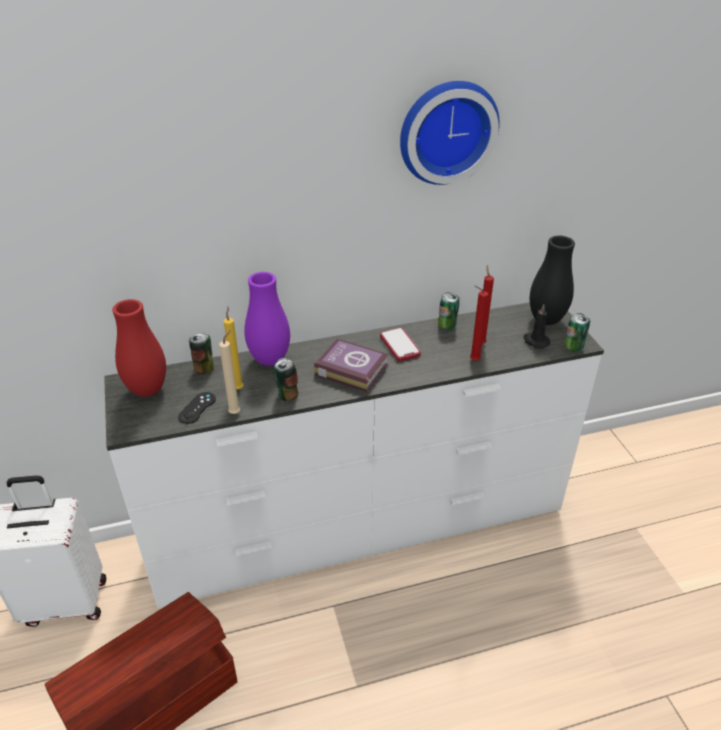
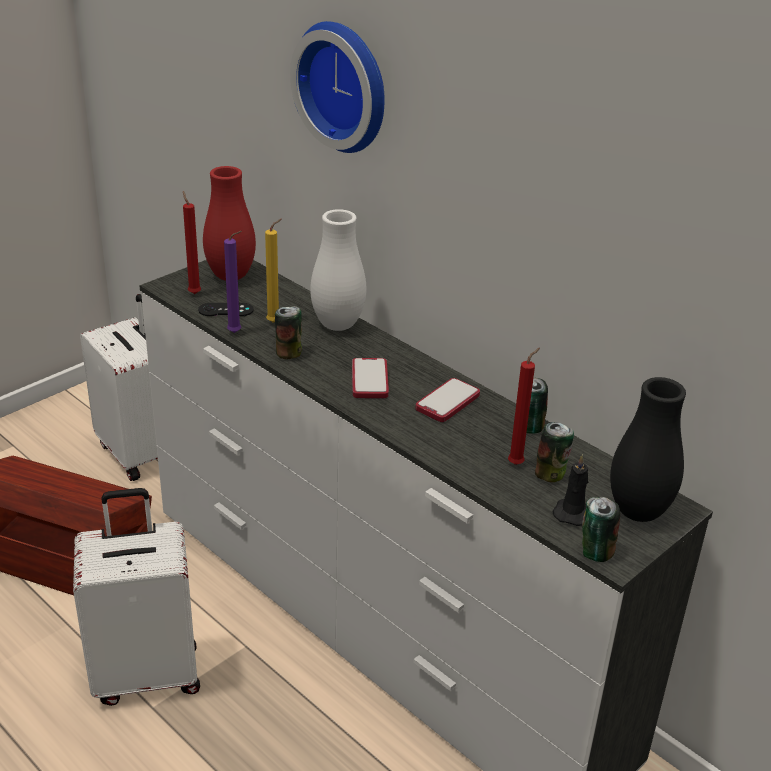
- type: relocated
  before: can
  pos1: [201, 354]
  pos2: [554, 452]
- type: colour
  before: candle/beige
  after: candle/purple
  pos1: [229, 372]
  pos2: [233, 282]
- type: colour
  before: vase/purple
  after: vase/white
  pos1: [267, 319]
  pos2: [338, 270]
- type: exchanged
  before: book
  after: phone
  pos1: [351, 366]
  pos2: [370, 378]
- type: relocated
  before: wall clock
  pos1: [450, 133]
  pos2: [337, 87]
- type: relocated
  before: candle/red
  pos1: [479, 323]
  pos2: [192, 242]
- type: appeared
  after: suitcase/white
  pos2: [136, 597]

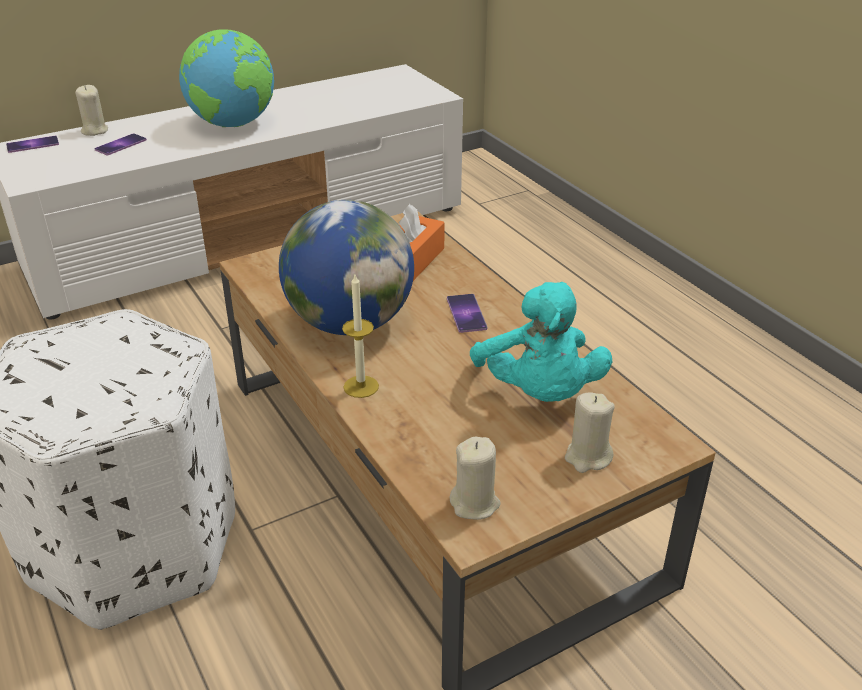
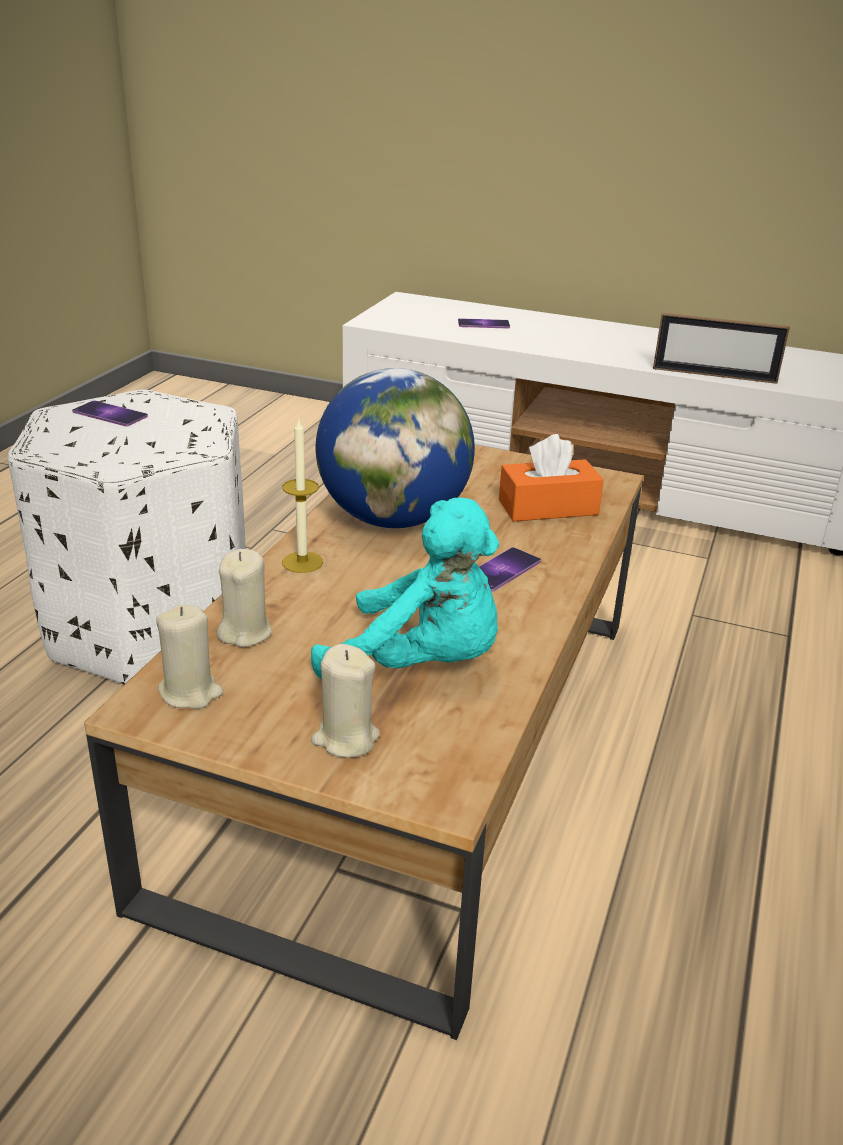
- type: relocated
  before: phone
  pos1: [32, 144]
  pos2: [110, 413]
- type: relocated
  before: candle/beige
  pos1: [91, 110]
  pos2: [244, 598]
- type: missing
  before: globe
  pos1: [226, 78]
- type: spun
  before: plush toy/turquoise
  pos1: [541, 342]
  pos2: [405, 588]
  turn: -105
- type: appeared
  after: picture frame
  pos2: [721, 348]

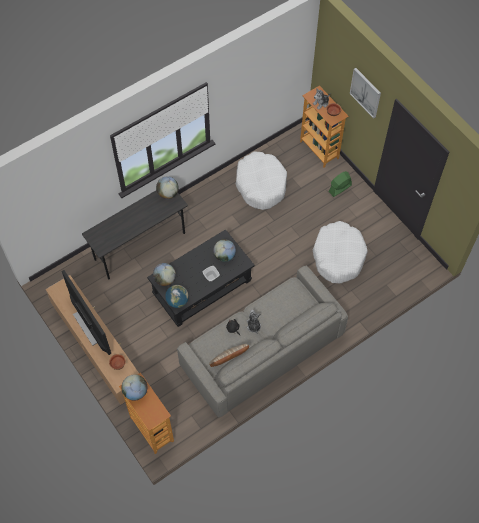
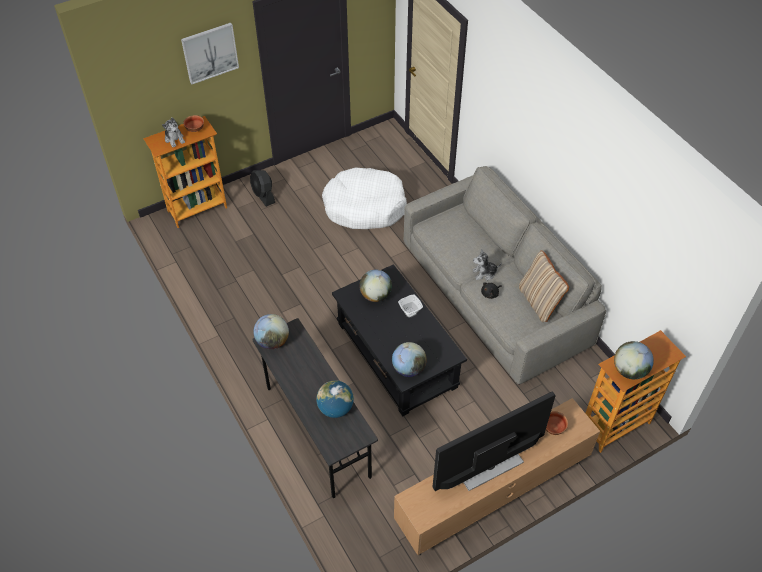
- type: relocated
  before: globe
  pos1: [177, 296]
  pos2: [335, 399]
- type: missing
  before: dog bed/white
  pos1: [261, 180]
- type: colour
  before: fan/green
  after: fan/black
  pos1: [340, 184]
  pos2: [262, 188]

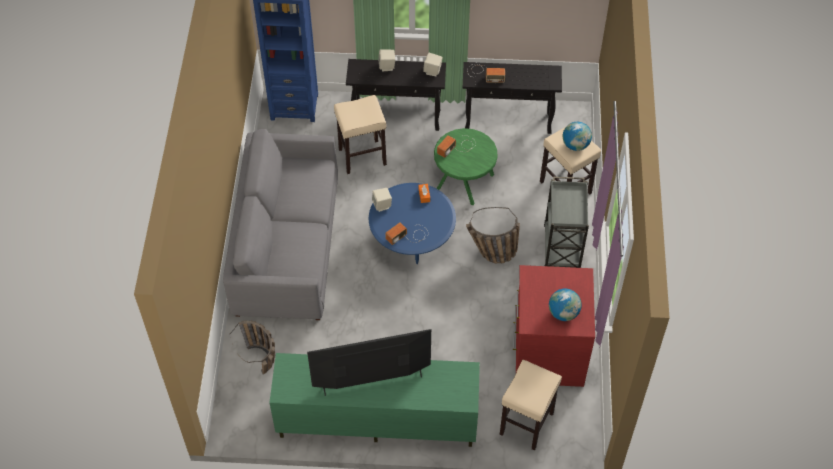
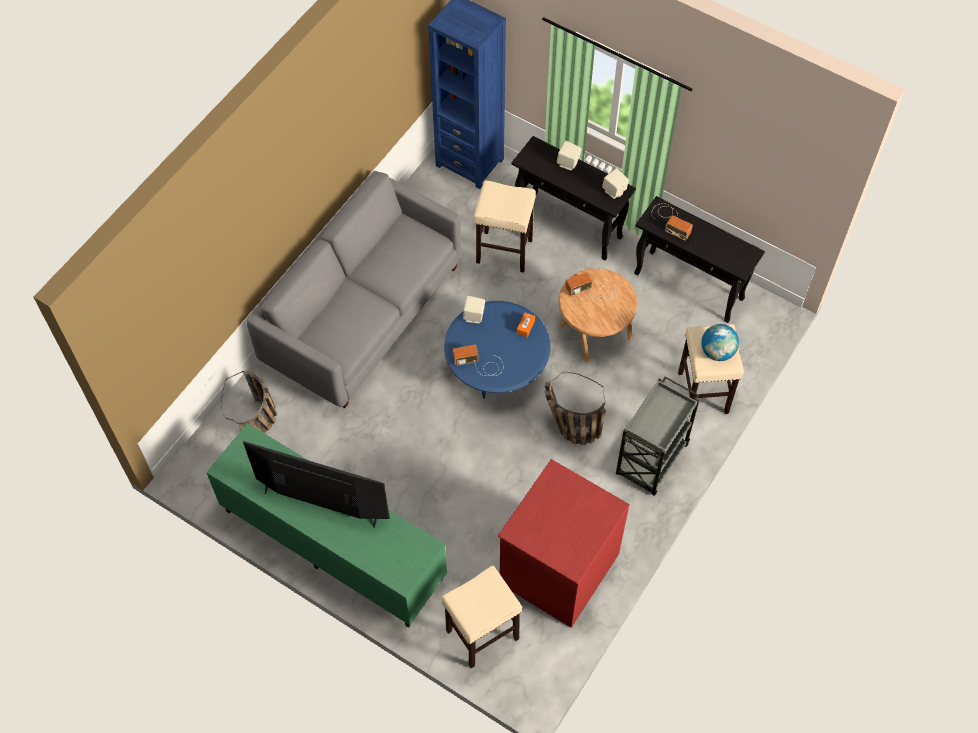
- type: colour
  before: side table/green
  after: side table/brown
  pos1: [466, 166]
  pos2: [598, 315]
- type: missing
  before: globe
  pos1: [565, 304]

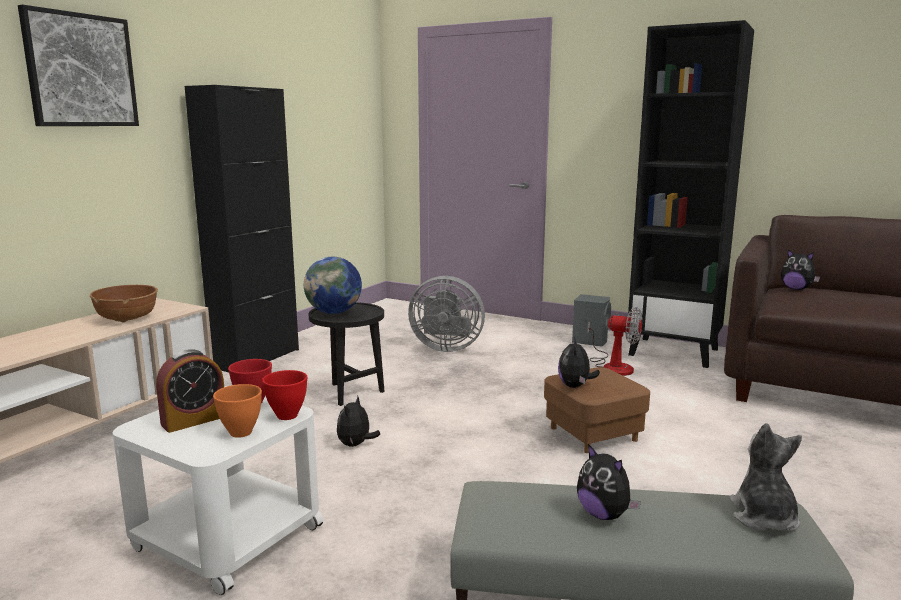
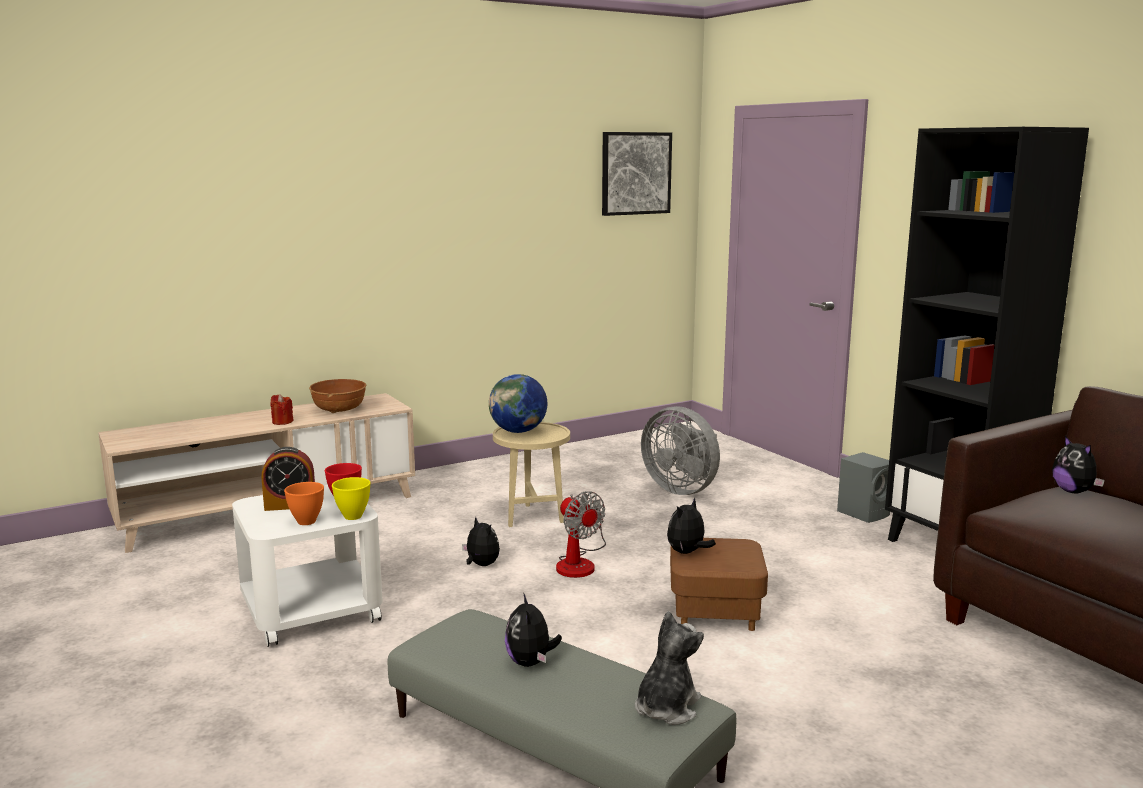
- type: relocated
  before: picture
  pos1: [78, 65]
  pos2: [637, 174]
- type: missing
  before: cabinet/black
  pos1: [242, 228]
- type: colour
  before: bowl/red
  after: bowl/yellow
  pos1: [284, 395]
  pos2: [351, 498]
- type: colour
  before: side table/black
  after: side table/beige
  pos1: [347, 354]
  pos2: [531, 474]
- type: spun
  before: plush toy
  pos1: [358, 421]
  pos2: [481, 541]
  turn: 90
- type: relocated
  before: fan
  pos1: [614, 341]
  pos2: [581, 534]
- type: appeared
  after: candle/red
  pos2: [282, 409]

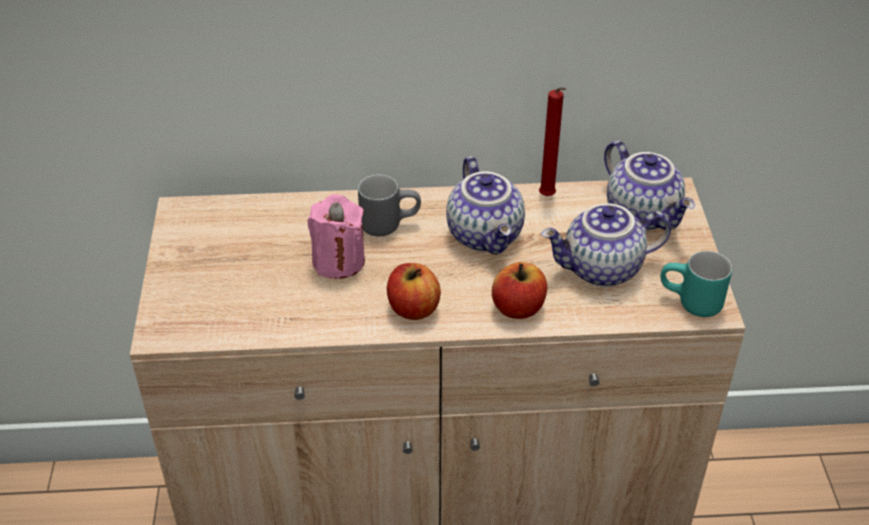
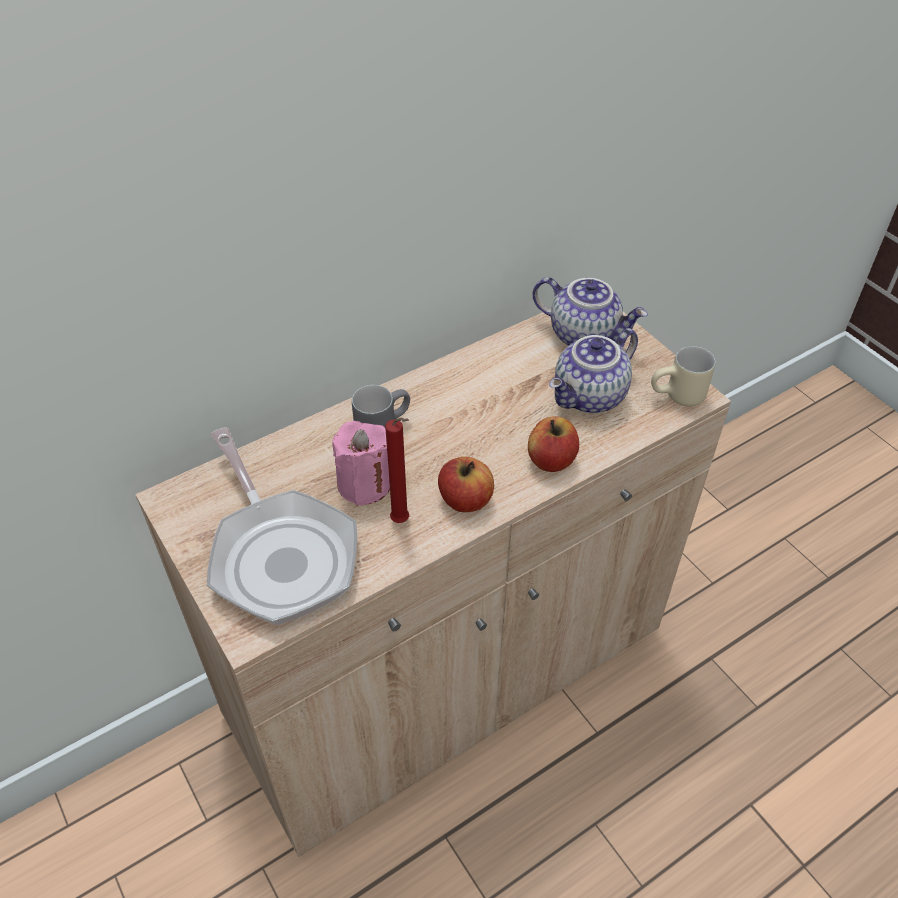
- type: missing
  before: teapot
  pos1: [485, 205]
- type: relocated
  before: candle/red
  pos1: [552, 141]
  pos2: [397, 470]
- type: colour
  before: mug/turquoise
  after: mug/beige
  pos1: [696, 284]
  pos2: [683, 376]
- type: appeared
  after: frying pan
  pos2: [282, 526]

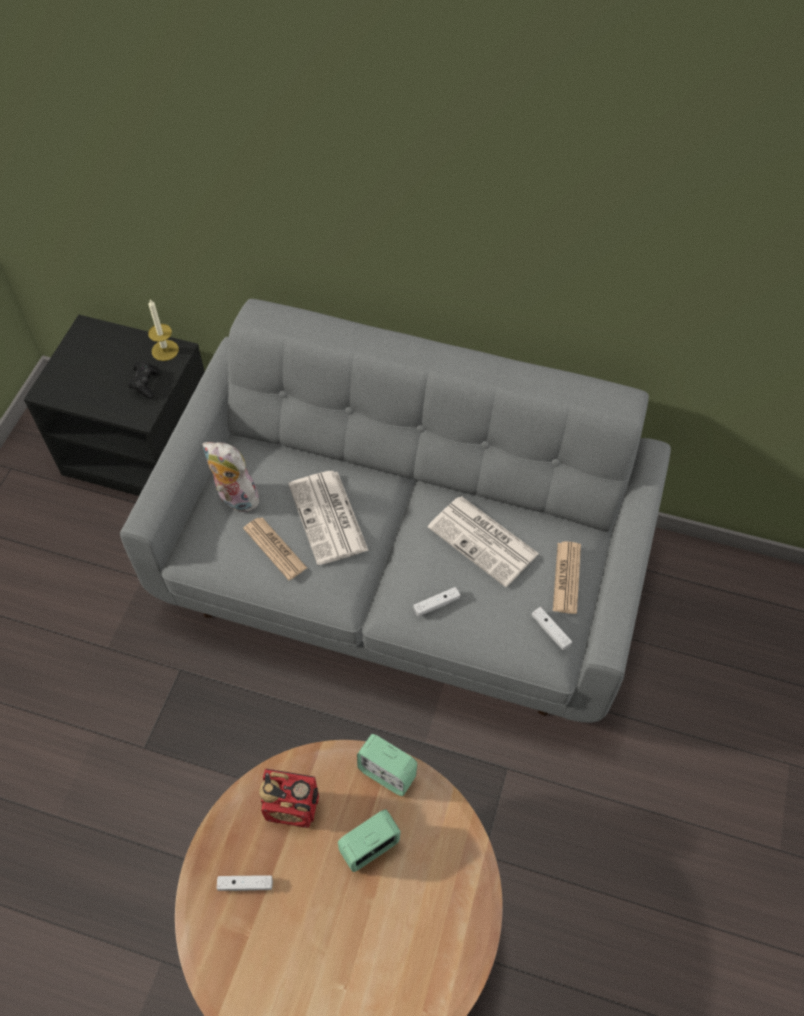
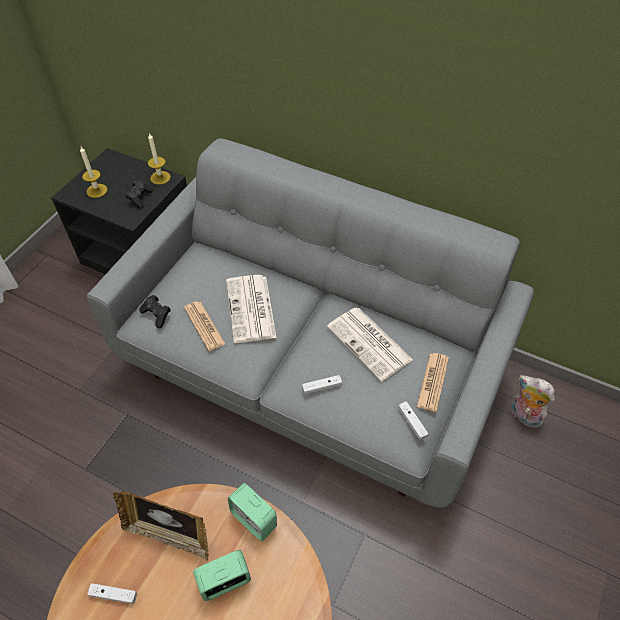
- type: relocated
  before: plush toy
  pos1: [232, 477]
  pos2: [533, 401]
- type: exchanged
  before: radio
  after: picture frame
  pos1: [289, 798]
  pos2: [161, 526]
- type: appeared
  after: candle
  pos2: [93, 172]
- type: appeared
  after: game controller/black
  pos2: [155, 311]

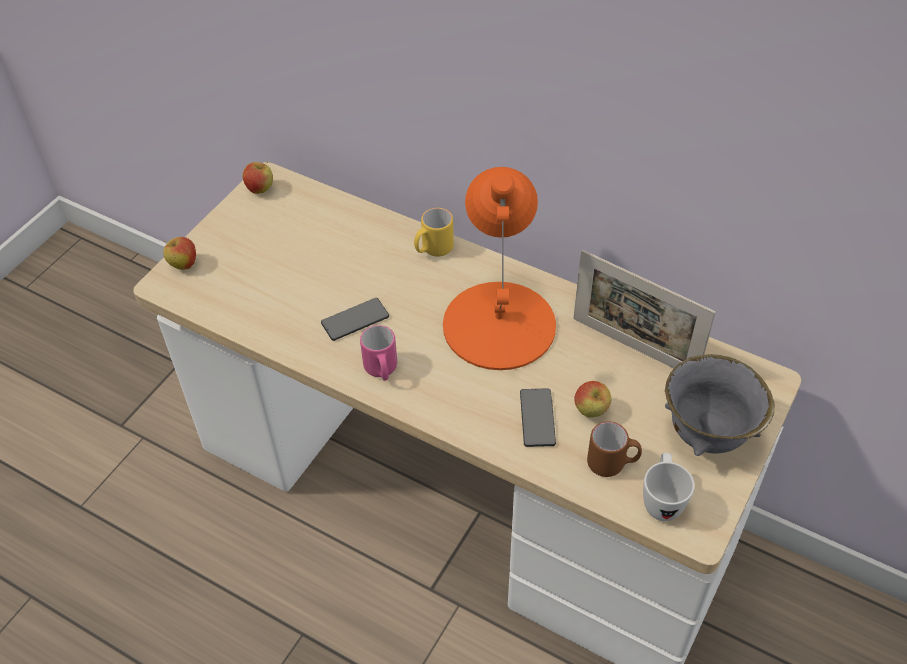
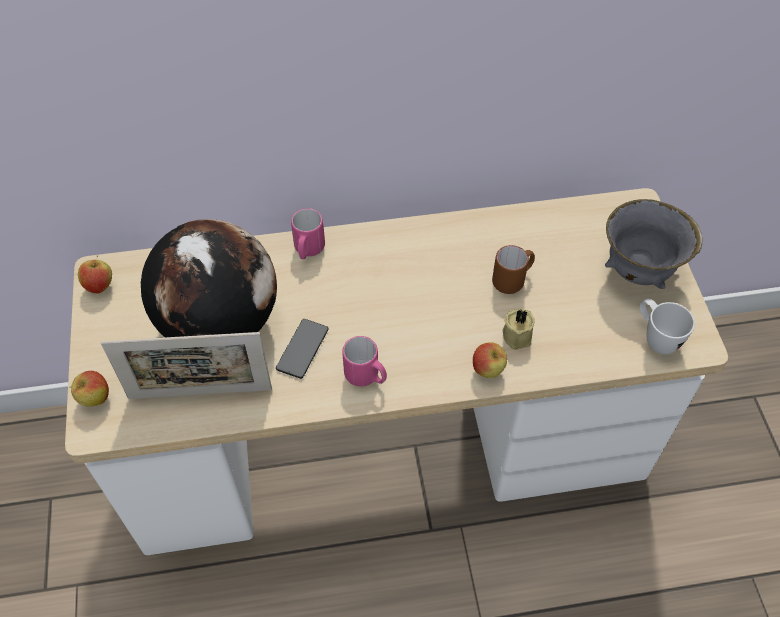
- type: colour
  before: mug/yellow
  after: mug/pink
  pos1: [434, 232]
  pos2: [308, 233]
- type: missing
  before: table lamp/orange
  pos1: [499, 268]
- type: exchanged
  before: phone
  after: candle/beige
  pos1: [538, 417]
  pos2: [519, 329]
- type: relocated
  before: picture frame
  pos1: [644, 309]
  pos2: [186, 365]
- type: relocated
  before: apple
  pos1: [593, 399]
  pos2: [490, 360]
- type: relocated
  before: mug/brown
  pos1: [614, 449]
  pos2: [513, 269]
- type: appeared
  after: globe
  pos2: [209, 278]

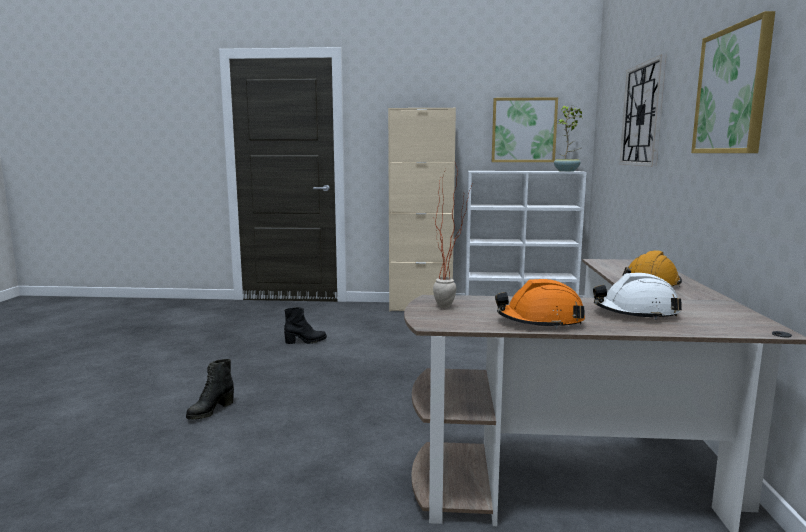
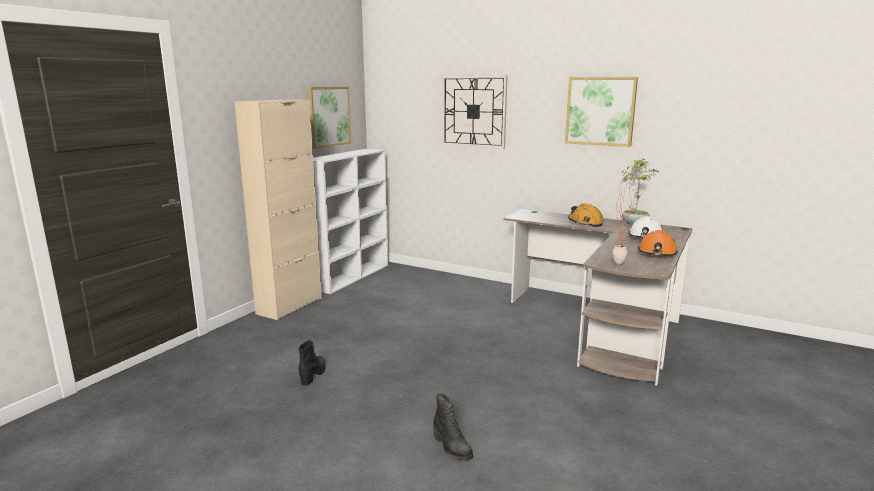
- type: relocated
  before: potted plant
  pos1: [568, 139]
  pos2: [640, 192]

